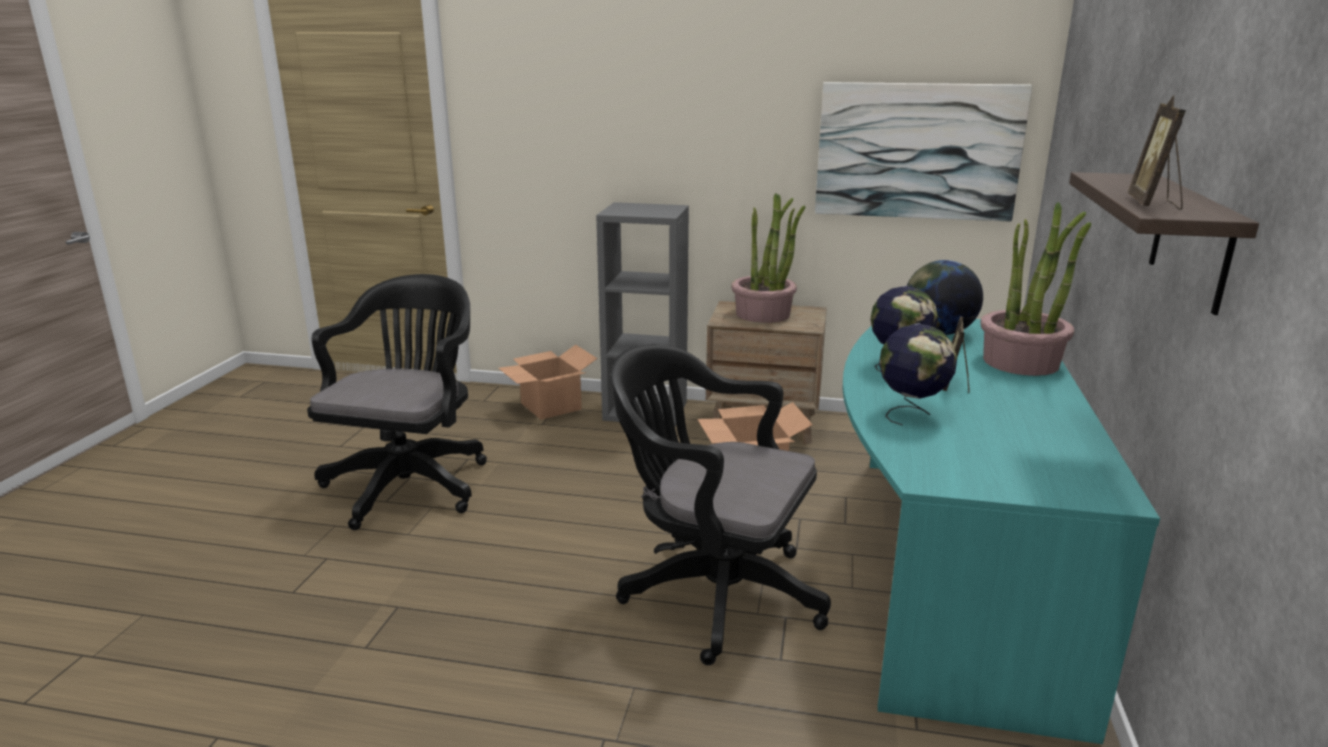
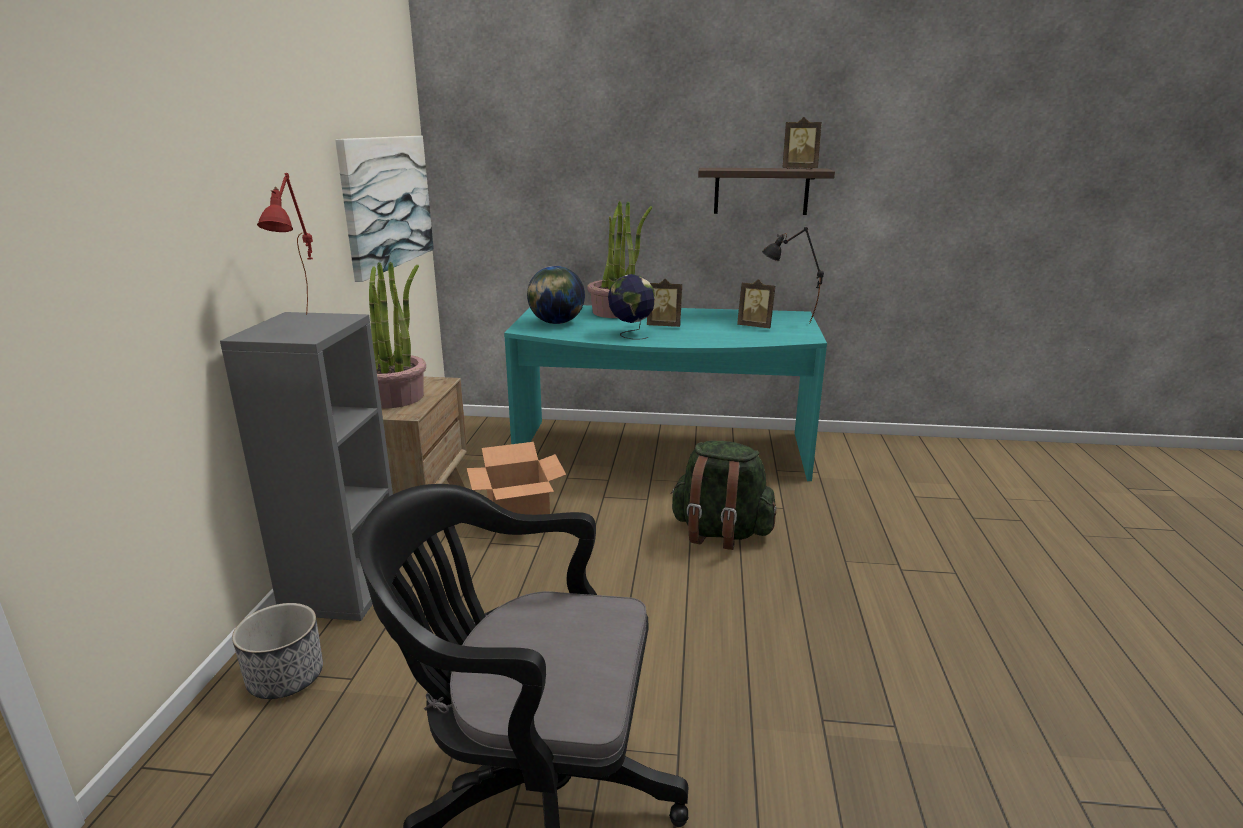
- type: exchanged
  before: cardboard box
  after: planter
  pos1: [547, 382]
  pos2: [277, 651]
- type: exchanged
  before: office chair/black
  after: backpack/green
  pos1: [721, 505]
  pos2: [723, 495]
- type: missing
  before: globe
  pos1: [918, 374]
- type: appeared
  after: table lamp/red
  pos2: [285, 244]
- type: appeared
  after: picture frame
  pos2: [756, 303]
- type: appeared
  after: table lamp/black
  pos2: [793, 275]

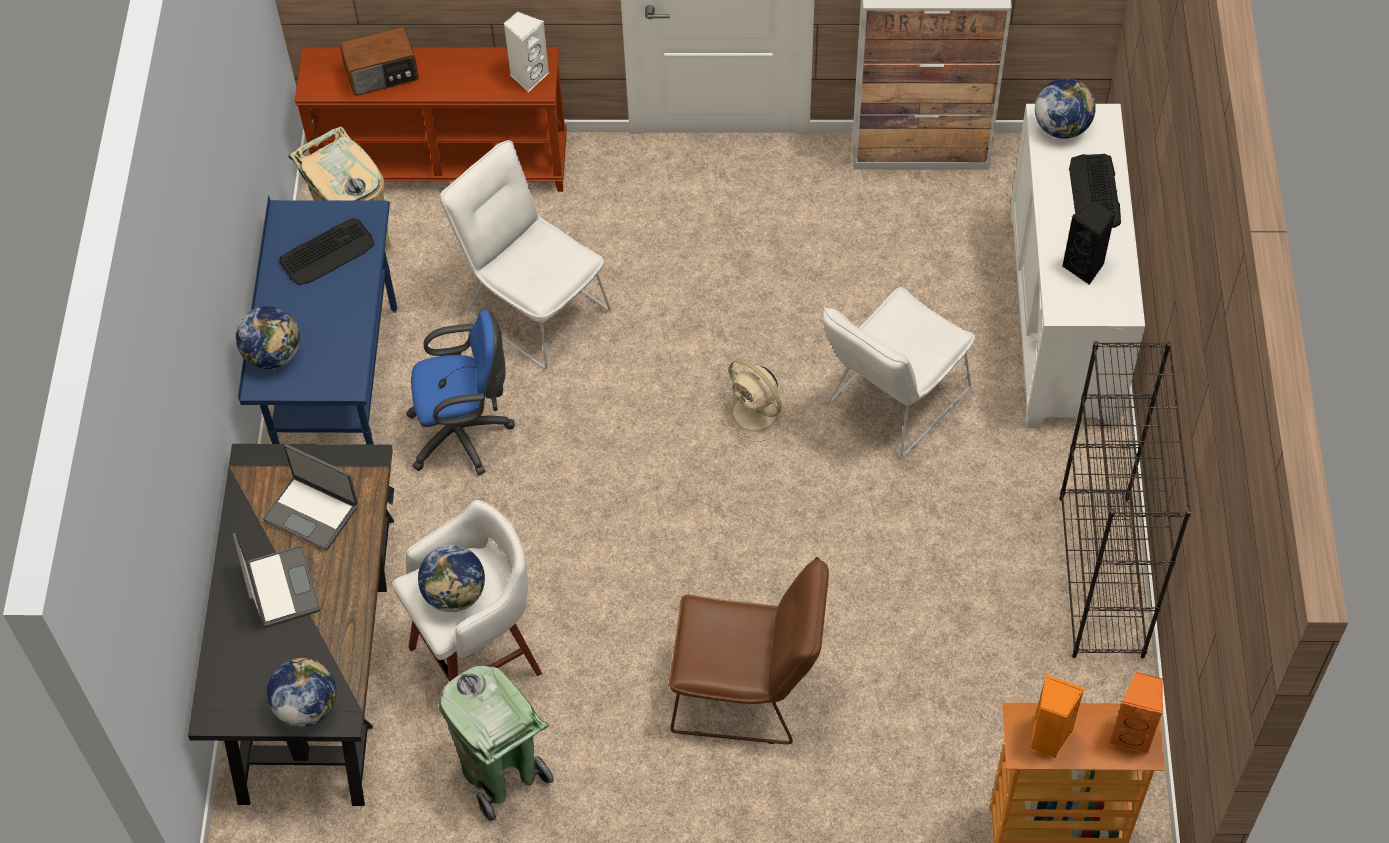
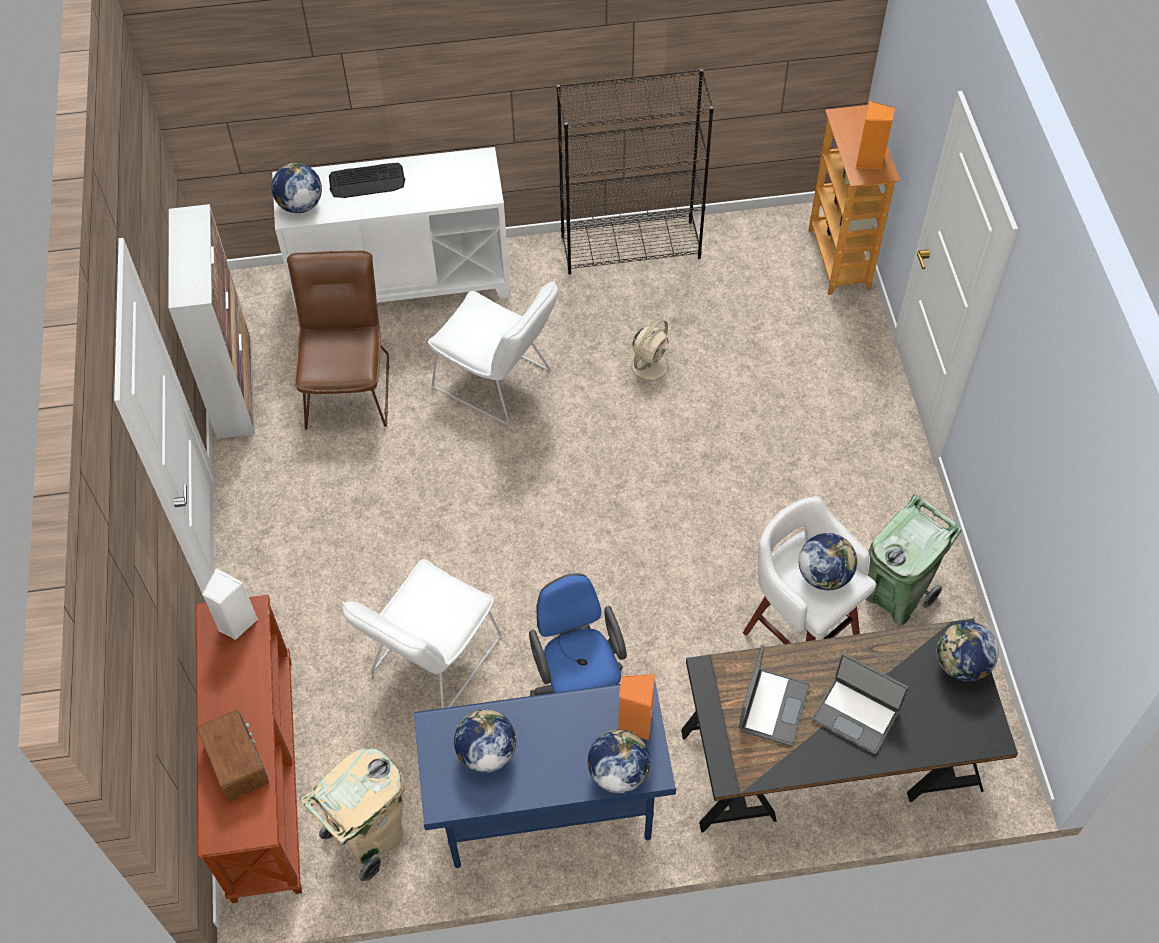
- type: spun
  before: laptop
  pos1: [276, 580]
  pos2: [860, 703]
  turn: -120
- type: exchanged
  before: keyboard
  after: globe
  pos1: [326, 251]
  pos2: [485, 741]
- type: relocated
  before: chair/brown
  pos1: [749, 650]
  pos2: [338, 340]
- type: relocated
  before: fan/beige
  pos1: [756, 400]
  pos2: [651, 353]
- type: missing
  before: speaker/black
  pos1: [1088, 243]
- type: relocated
  before: speaker/orange
  pos1: [1135, 713]
  pos2: [636, 707]

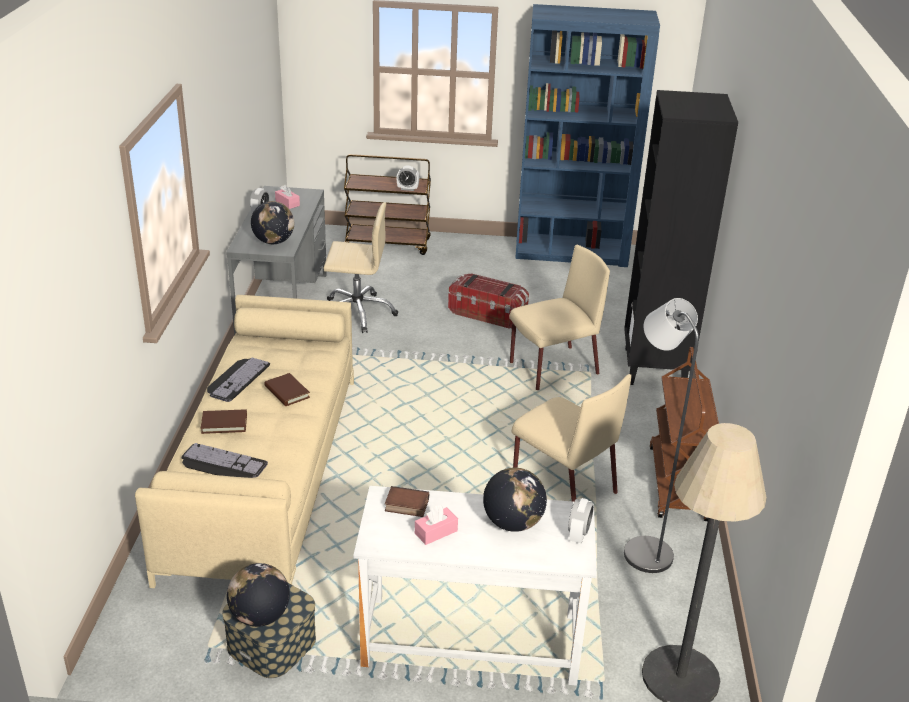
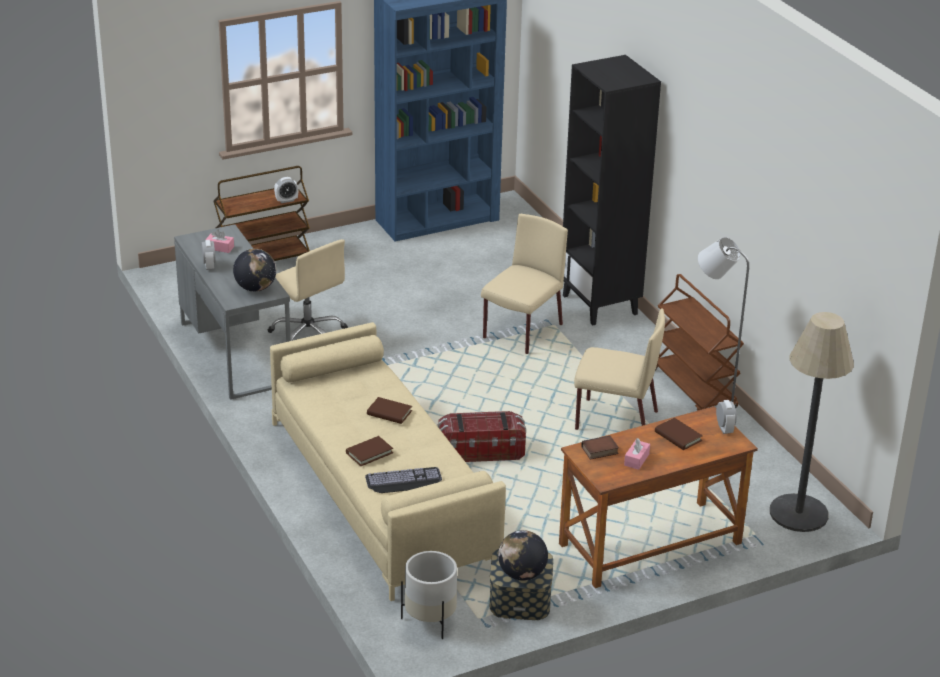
- type: missing
  before: keyboard
  pos1: [238, 379]
- type: spun
  before: office chair/beige
  pos1: [361, 267]
  pos2: [308, 290]
  turn: 75
- type: colour
  before: desk/white
  after: desk/brown
  pos1: [475, 586]
  pos2: [658, 497]
- type: relocated
  before: storage box
  pos1: [488, 301]
  pos2: [482, 436]
- type: exchanged
  before: globe
  after: book/brown
  pos1: [515, 500]
  pos2: [679, 434]
- type: appeared
  after: planter/white
  pos2: [429, 595]

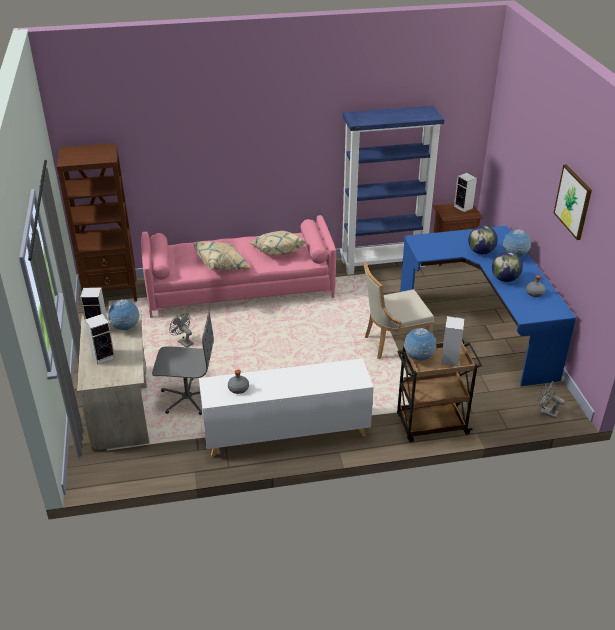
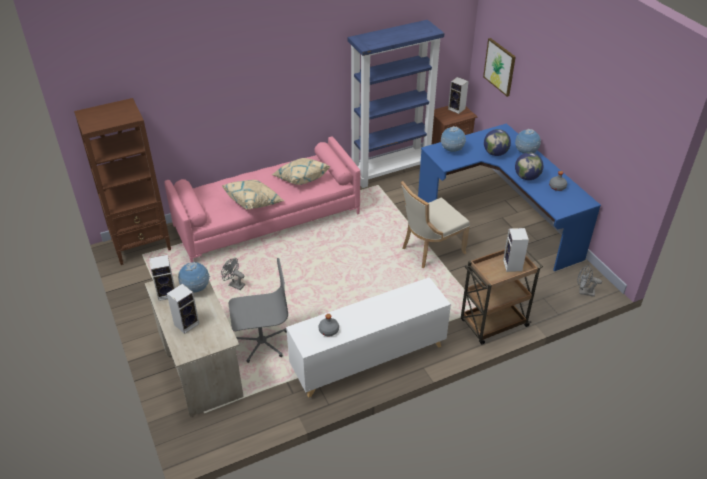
- type: relocated
  before: globe
  pos1: [420, 344]
  pos2: [453, 139]
- type: relocated
  before: picture
  pos1: [573, 202]
  pos2: [499, 67]

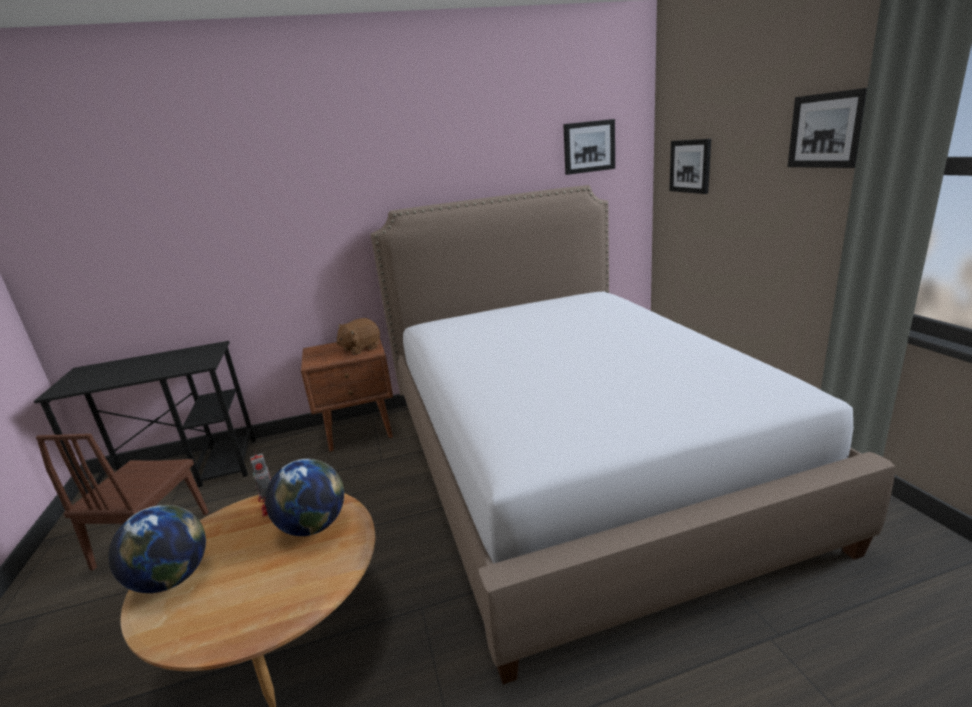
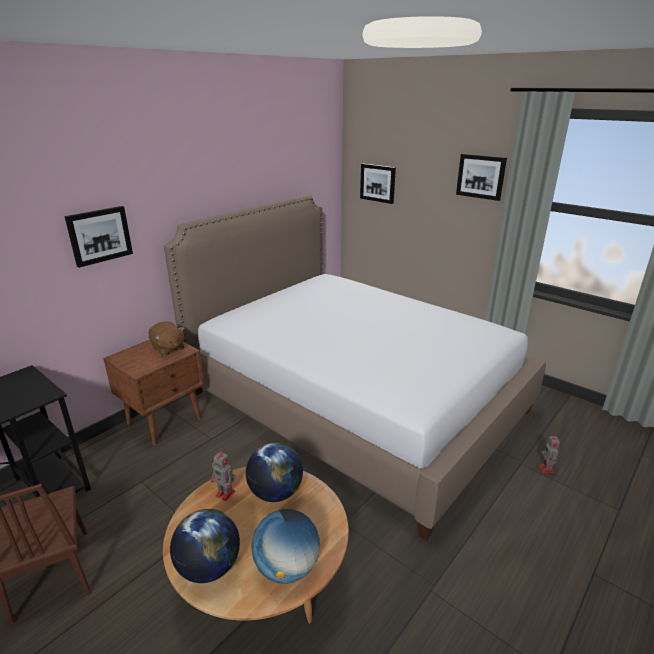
- type: spun
  before: plush toy/brown
  pos1: [358, 336]
  pos2: [166, 338]
  turn: -60
- type: relocated
  before: picture
  pos1: [589, 147]
  pos2: [99, 237]
- type: appeared
  after: globe
  pos2: [286, 546]
- type: appeared
  after: toy robot
  pos2: [549, 453]

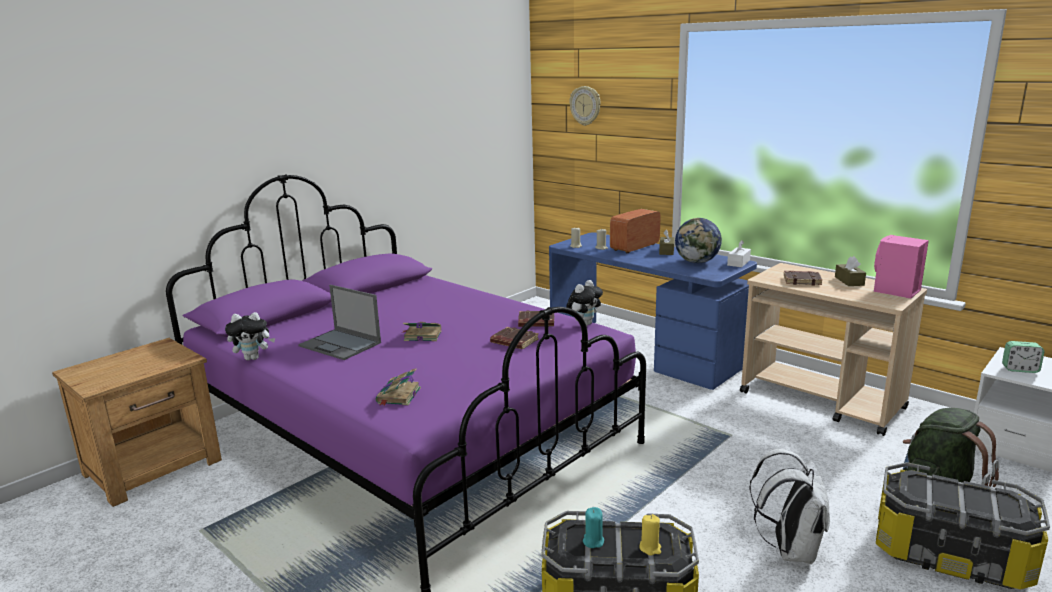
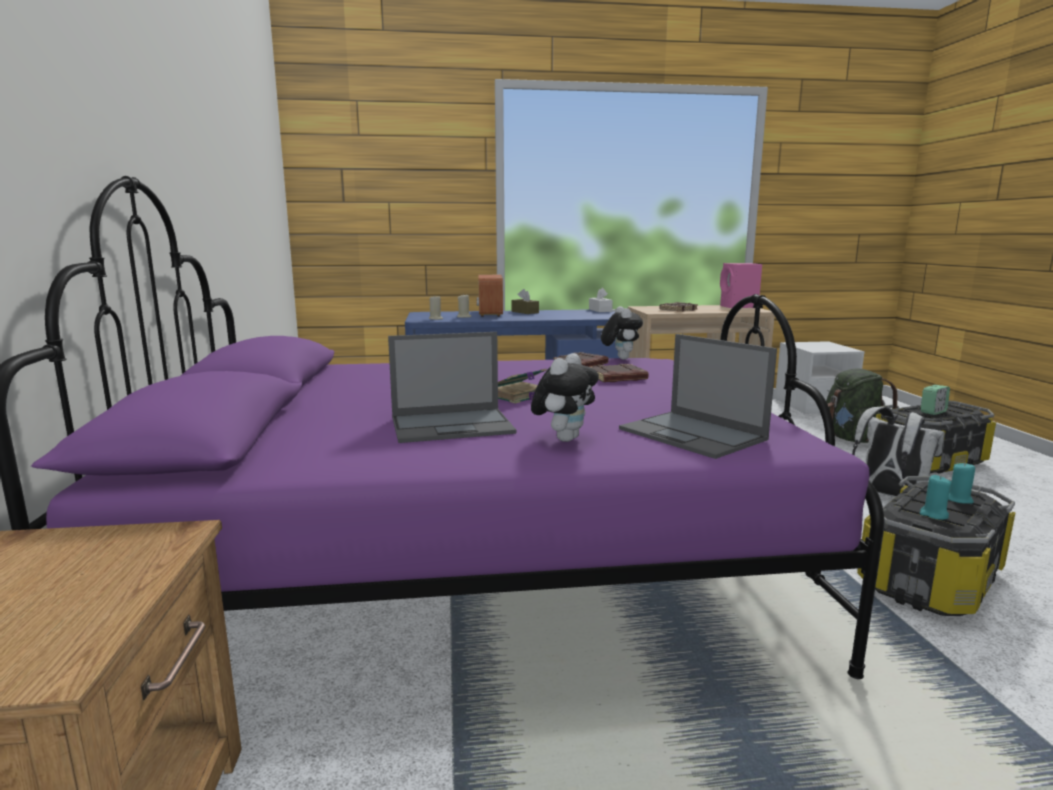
- type: relocated
  before: plush toy
  pos1: [250, 336]
  pos2: [565, 397]
- type: exchanged
  before: book
  after: laptop
  pos1: [398, 387]
  pos2: [698, 396]
- type: missing
  before: wall clock
  pos1: [584, 106]
- type: colour
  before: candle/yellow
  after: candle/turquoise
  pos1: [650, 535]
  pos2: [961, 483]
- type: missing
  before: globe
  pos1: [698, 240]
- type: missing
  before: tissue box/brown
  pos1: [850, 271]
- type: relocated
  before: alarm clock
  pos1: [1023, 357]
  pos2: [935, 400]

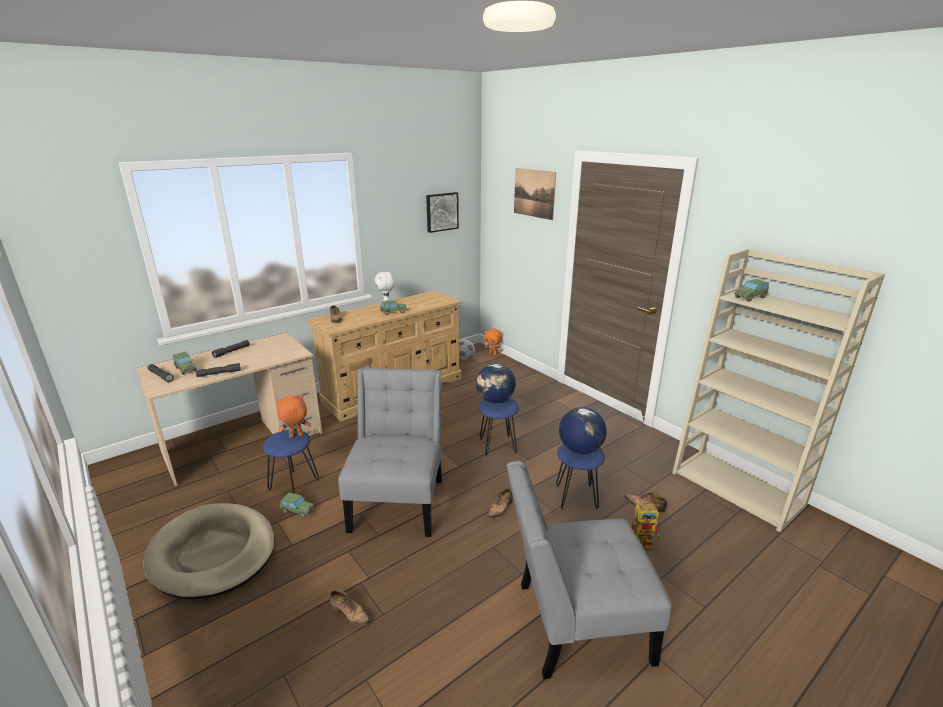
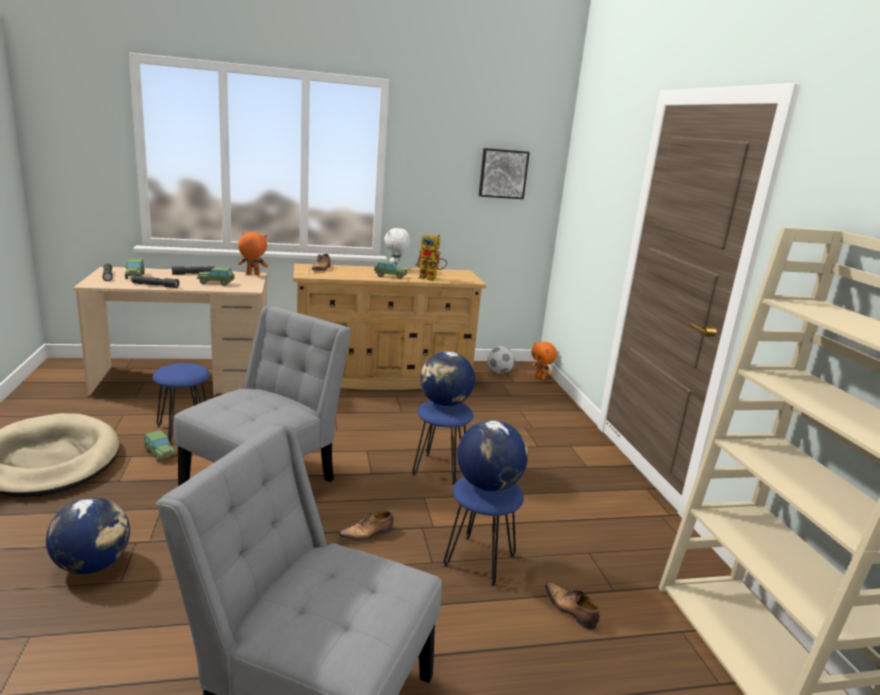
- type: relocated
  before: plush toy/orange
  pos1: [293, 416]
  pos2: [253, 253]
- type: exchanged
  before: shoe
  after: globe
  pos1: [350, 608]
  pos2: [88, 535]
- type: missing
  before: picture
  pos1: [535, 194]
- type: relocated
  before: toy robot
  pos1: [646, 527]
  pos2: [431, 257]
- type: relocated
  before: toy car
  pos1: [751, 290]
  pos2: [215, 276]

